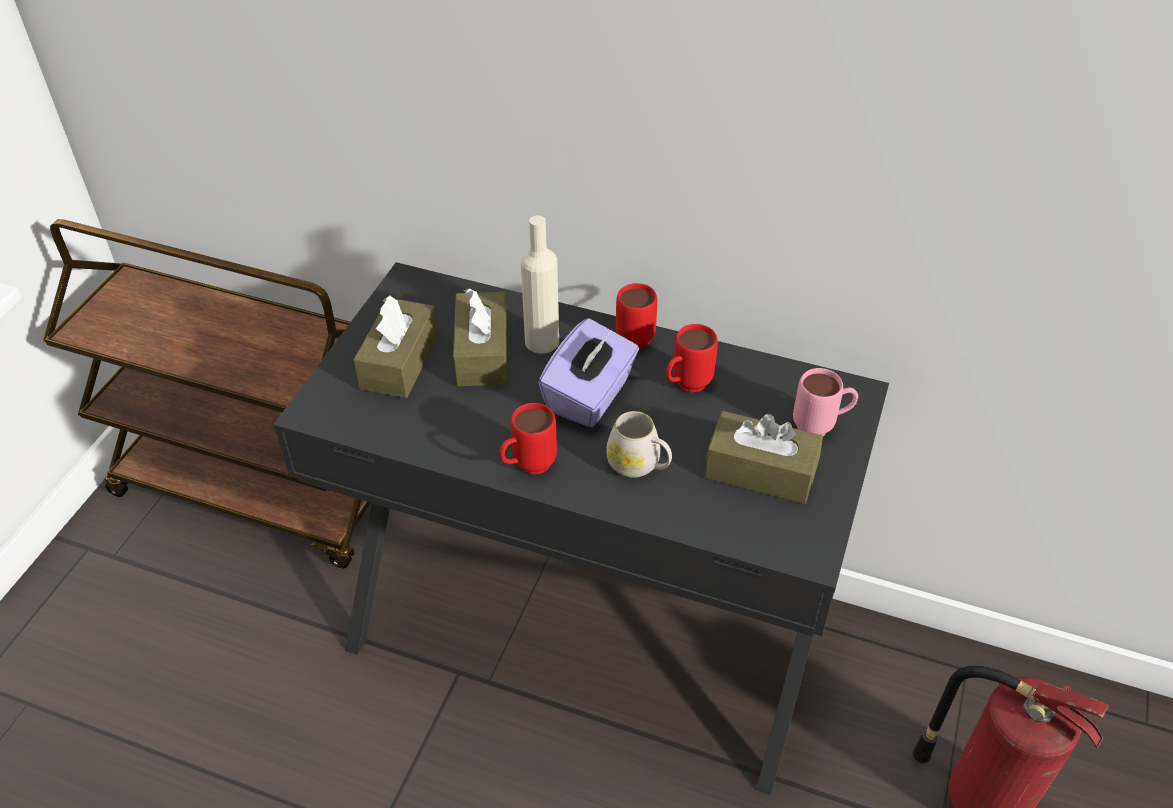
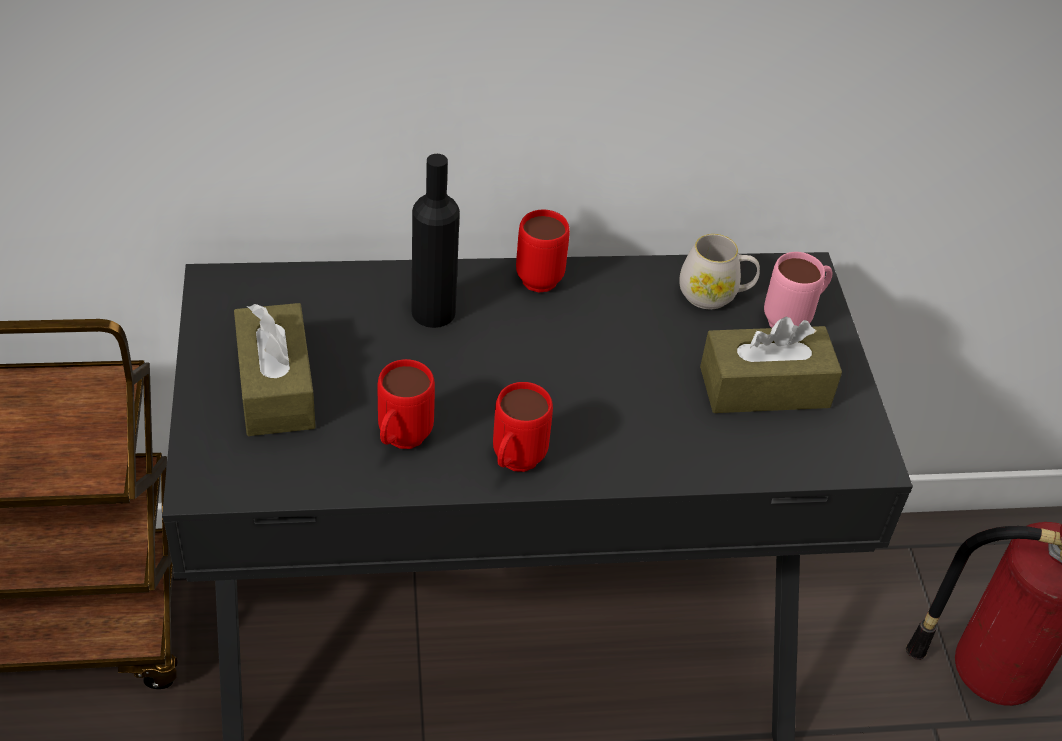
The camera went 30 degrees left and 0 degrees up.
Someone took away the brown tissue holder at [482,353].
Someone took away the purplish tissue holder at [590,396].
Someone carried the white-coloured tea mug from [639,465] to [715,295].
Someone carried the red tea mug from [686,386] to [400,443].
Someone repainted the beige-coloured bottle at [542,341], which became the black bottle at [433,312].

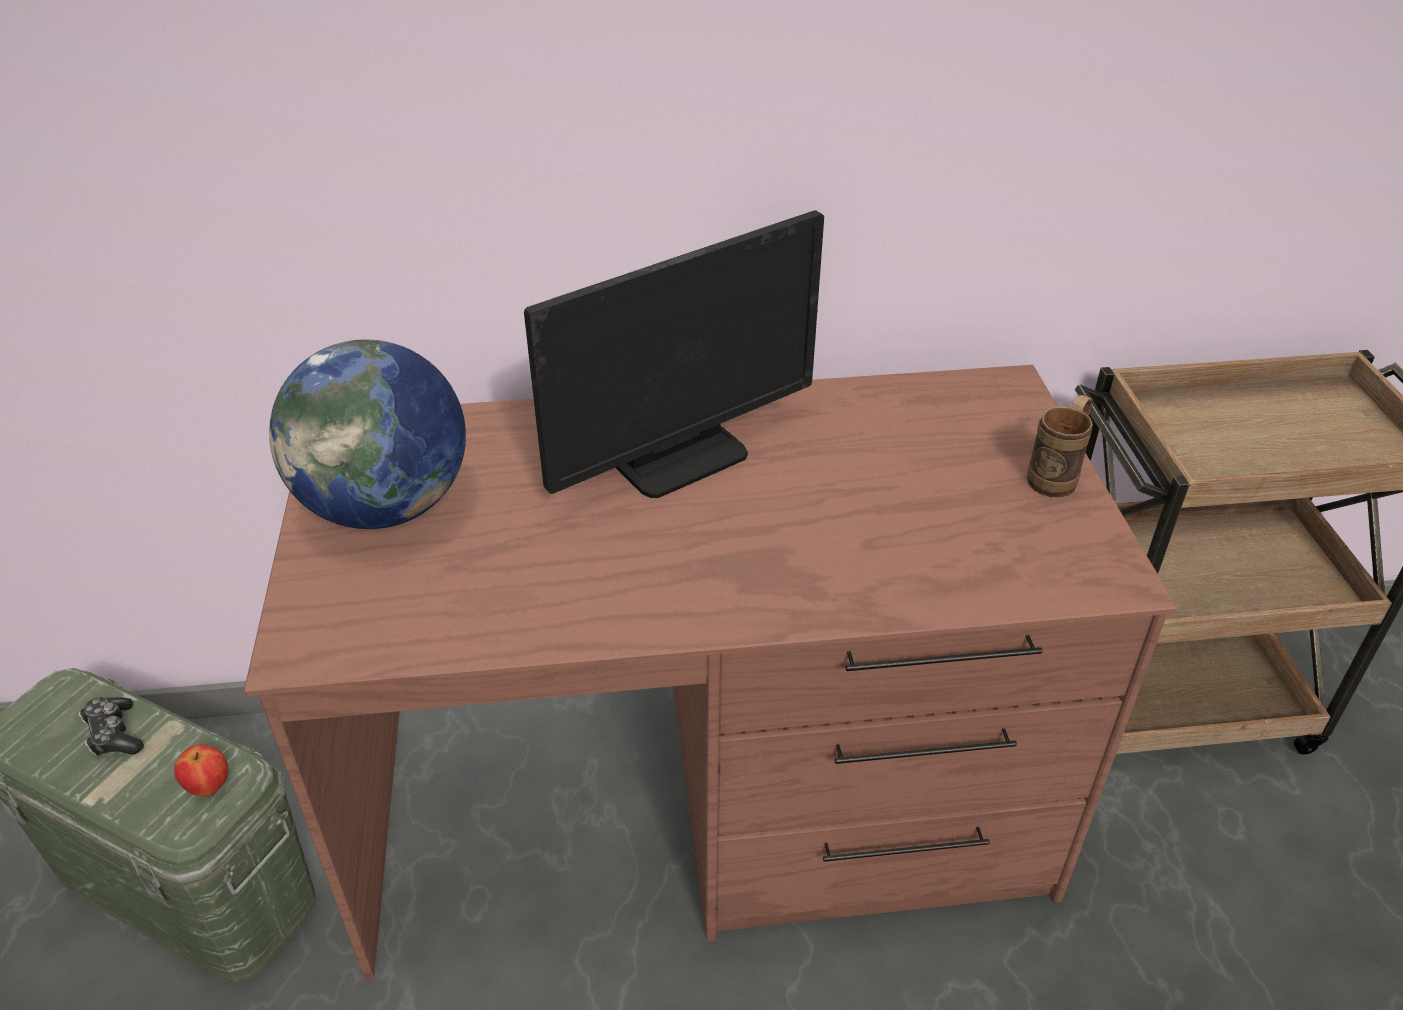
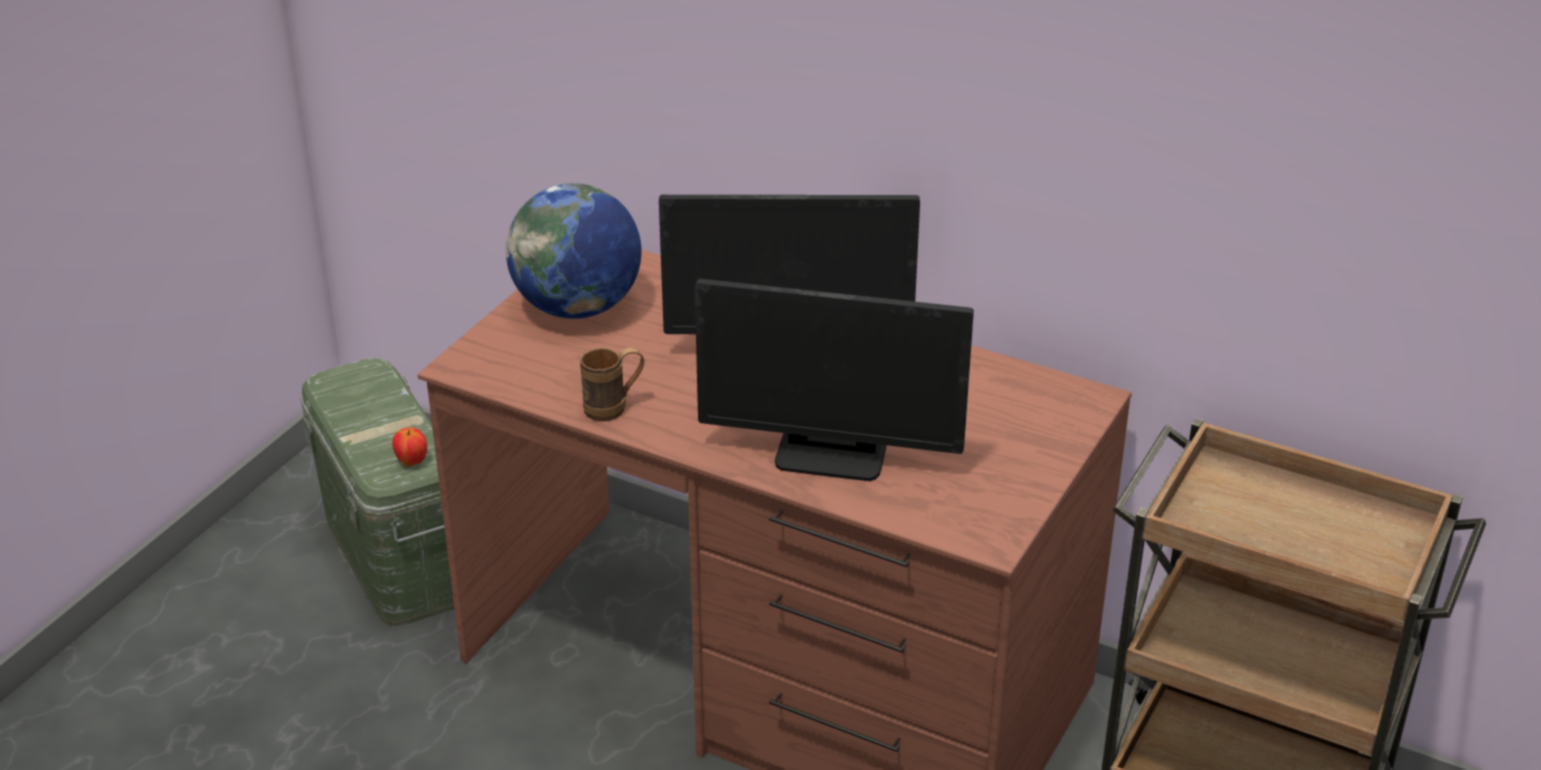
The camera went 35 degrees right and 5 degrees down.
Someone took away the game controller at [114,734].
Someone put down the computer display at [831,455].
Someone carried the brown tea mug from [1057,475] to [614,408].

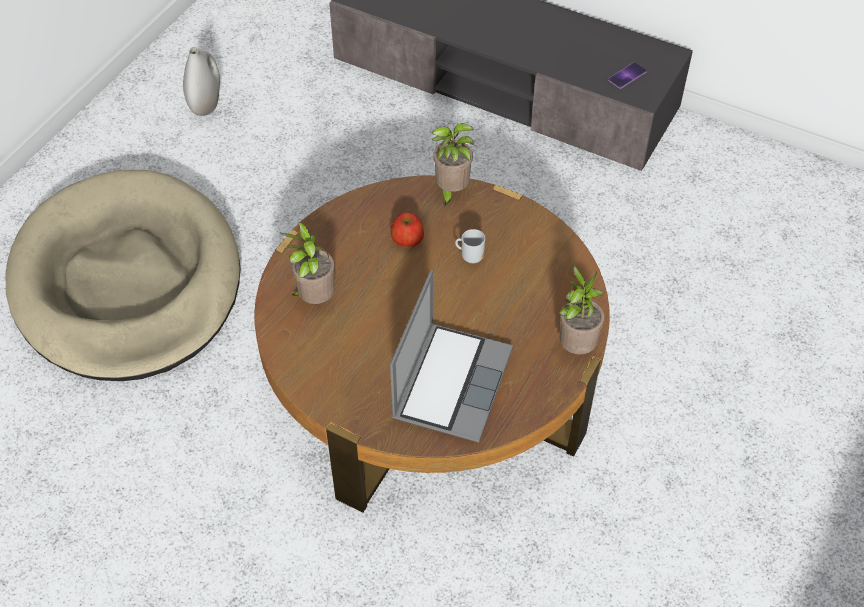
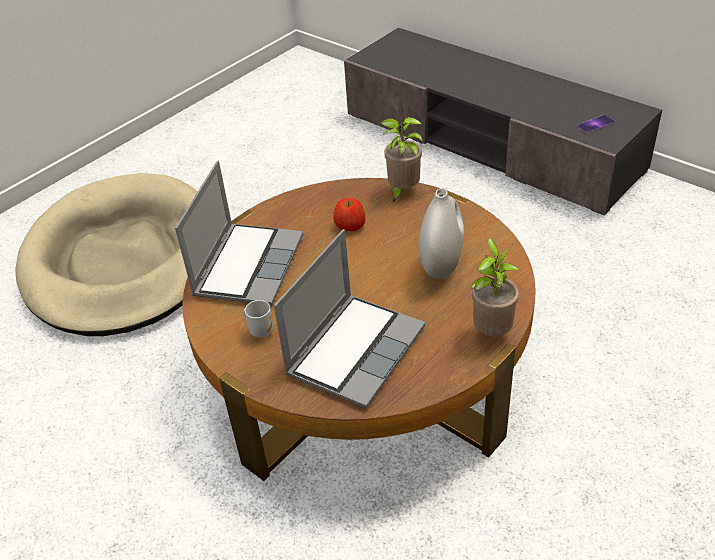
The camera went 15 degrees right and 10 degrees down.
Someone carried the white-coloured vase from [206,104] to [441,264].
Someone carried the tea mug from [471,257] to [261,331].
Someone swapped the potted plant at [314,299] for the notebook computer at [248,265].

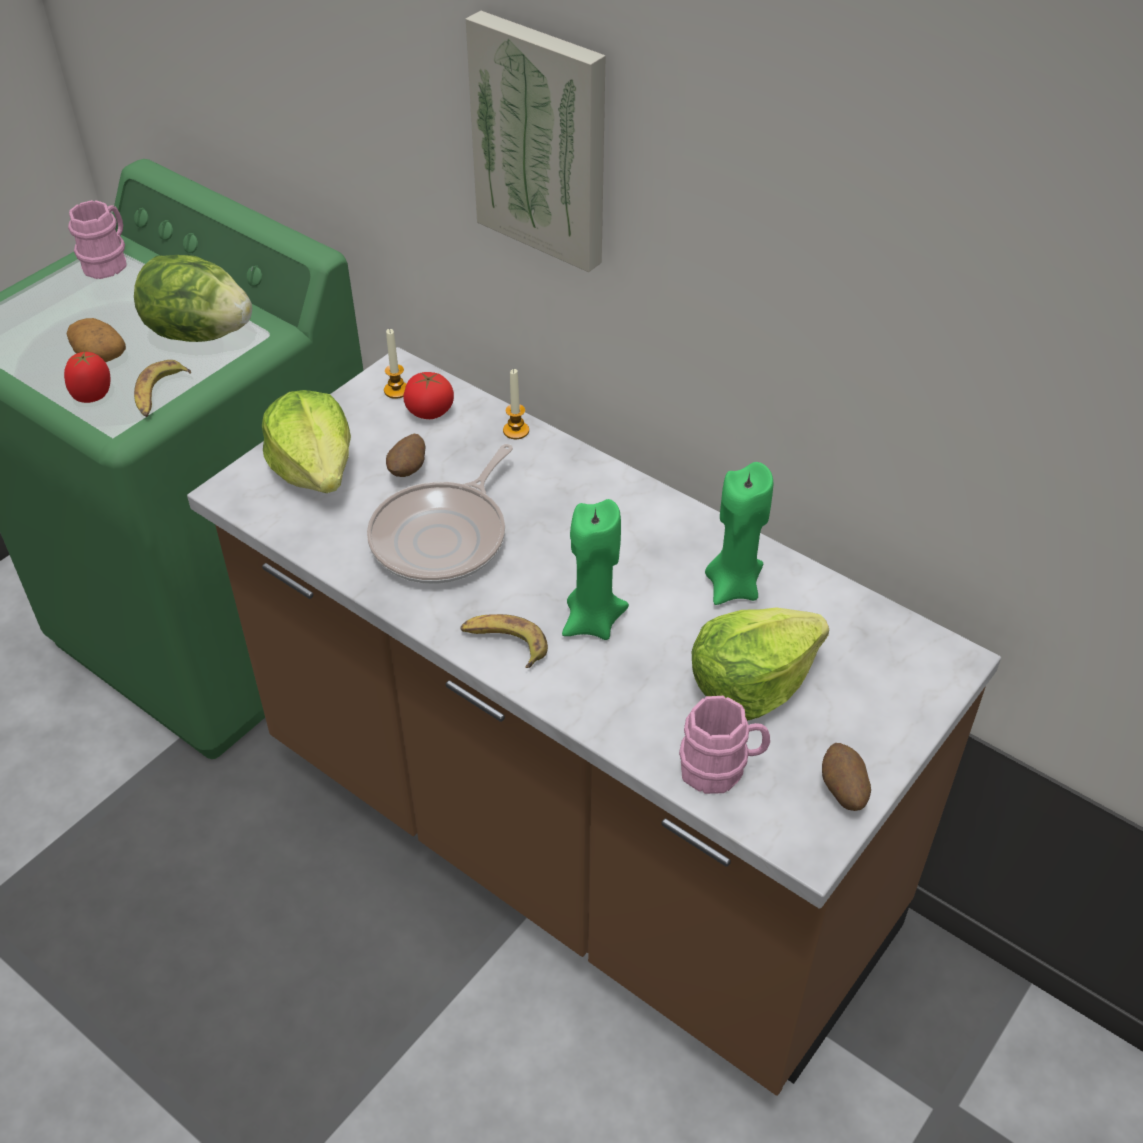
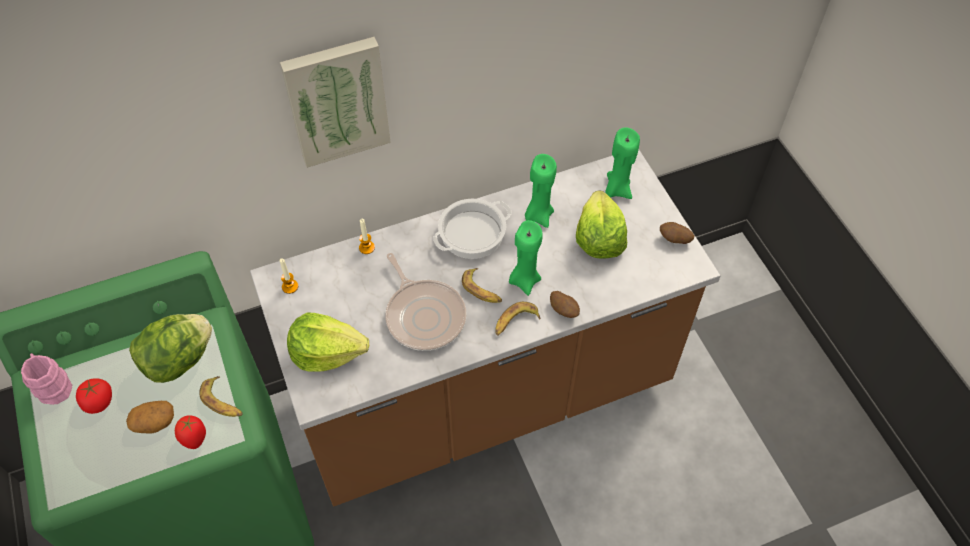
The camera went 60 degrees left and 10 degrees up.
Someone took away the pink-coloured tea mug at [721,768].
Someone put down the cooking pot at [472,234].
Someone put down the banana at [482,290].
Someone put down the green candle at [617,189].
Someone carried the potato from [408,470] to [564,310].
Someone carried the fresh tomato from [429,411] to [99,402].

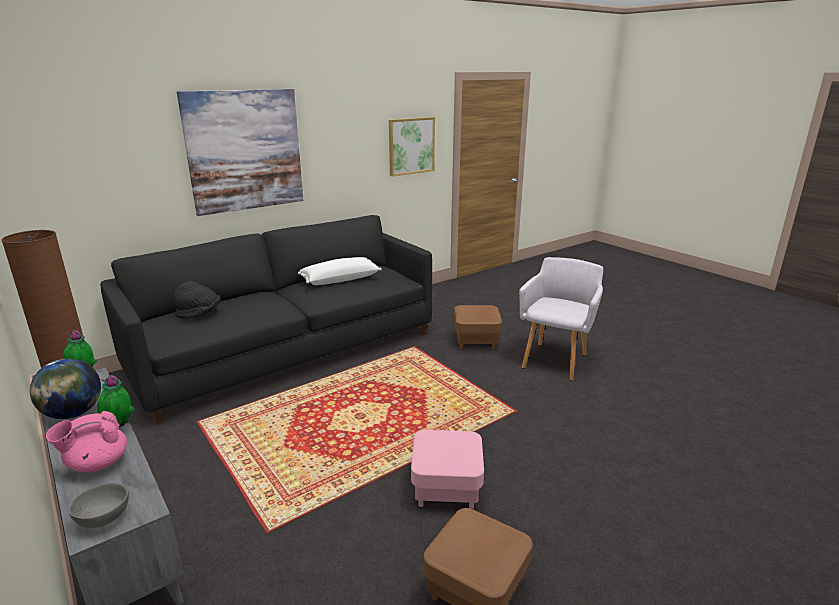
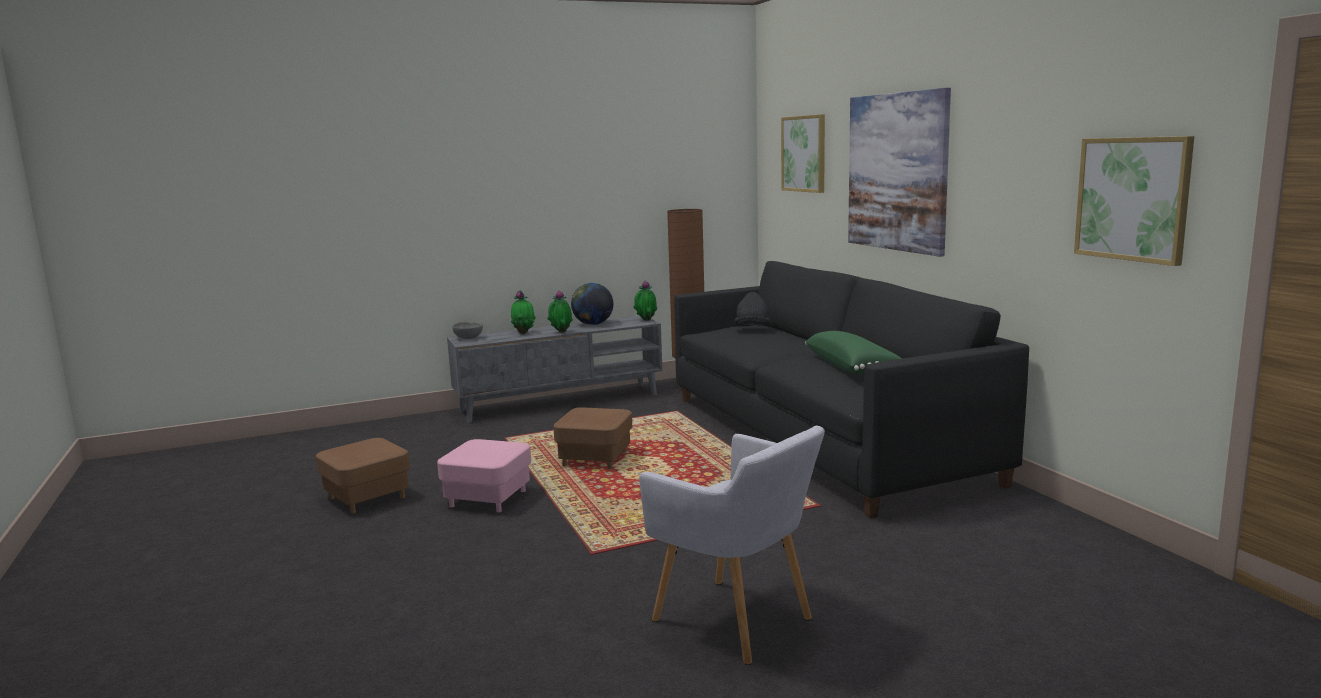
The camera went 105 degrees right and 10 degrees down.
Someone put up the wall art at [804,153].
Someone carried the brown ottoman from [476,340] to [595,459].
Someone swapped the pink-coloured teapot at [97,464] for the potted plant at [524,333].
Someone repainted the white-coloured throw pillow at [340,279], which became the green throw pillow at [852,367].

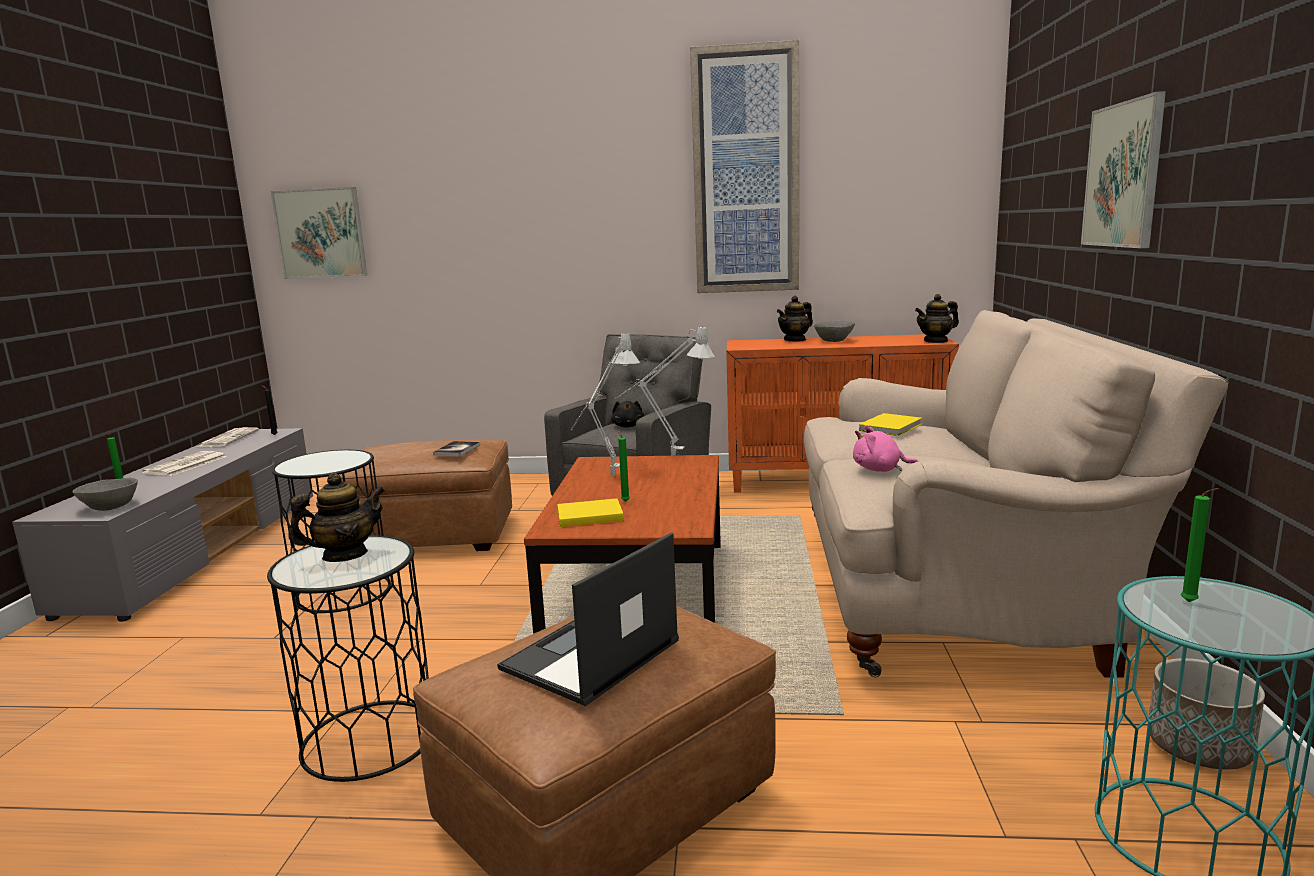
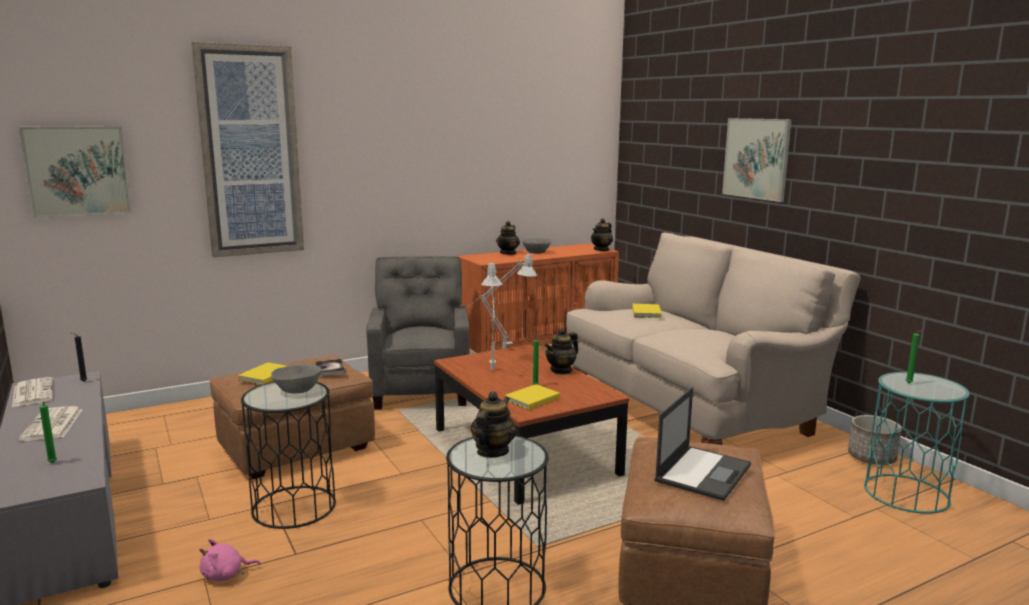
The camera went 35 degrees left and 0 degrees up.
Someone took away the black cuddly toy at [628,426].
Someone put down the yellowish volume at [264,376].
Someone put down the teapot at [561,370].
Someone carried the greyish deep dish from [111,507] to [298,390].
Someone carried the wall art from [746,172] to [250,152].
Someone carried the pink-coloured cuddly toy from [880,470] to [226,575].
Someone rotated the notebook computer at [590,656] by 150 degrees counterclockwise.

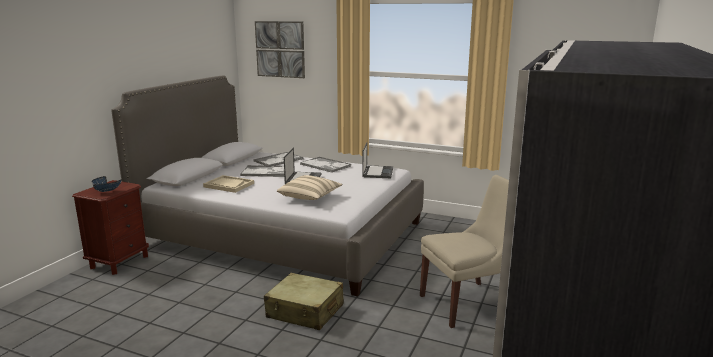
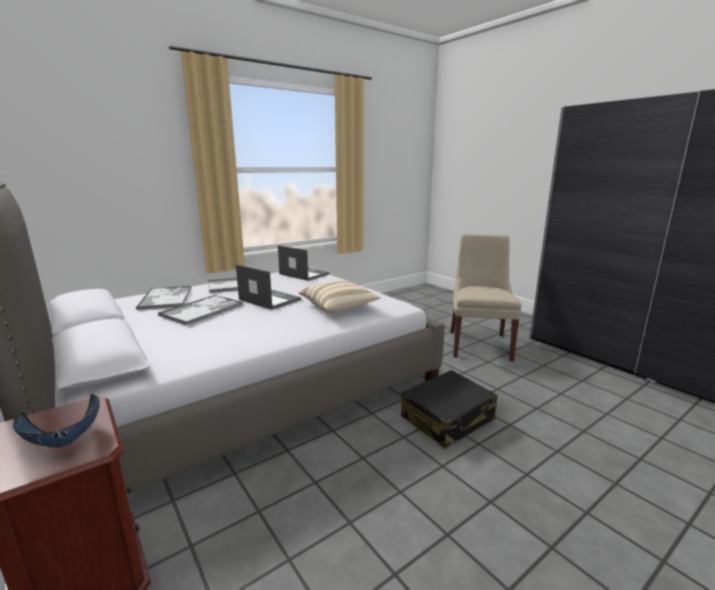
The camera went 60 degrees left and 0 degrees up.
Someone took away the beige-coloured carrying tray at [228,185].
Someone took away the wall art at [280,49].
Someone repainted the beige-coloured travel case at [305,311], which became the black travel case at [447,419].

